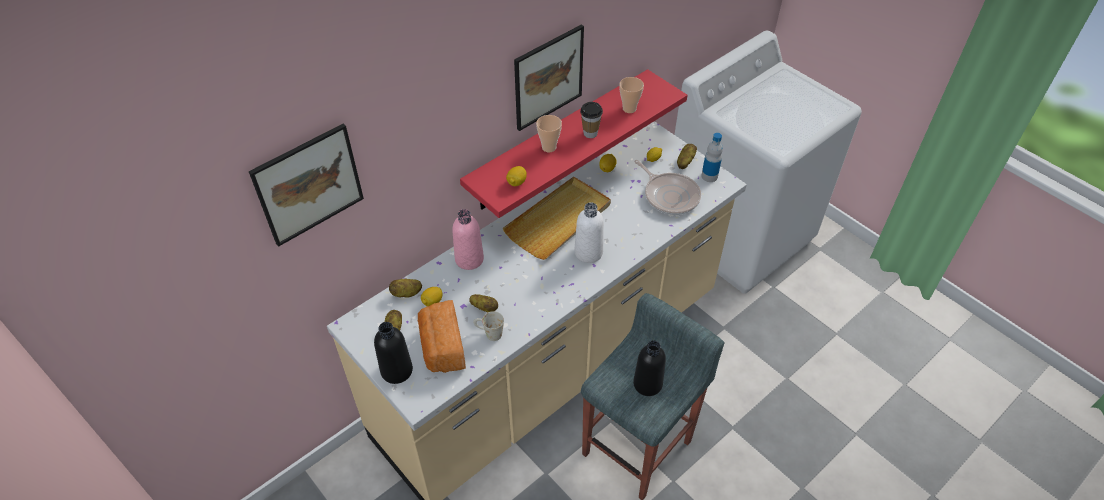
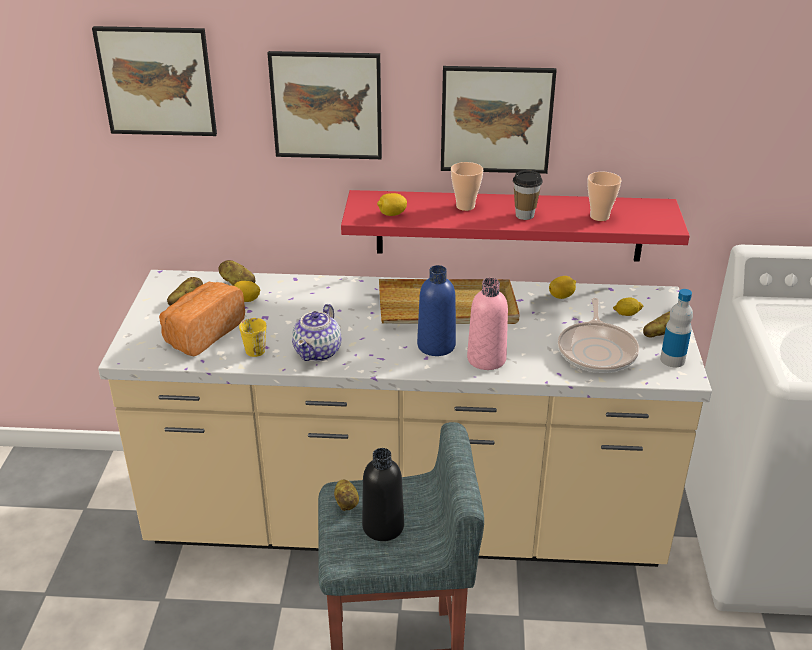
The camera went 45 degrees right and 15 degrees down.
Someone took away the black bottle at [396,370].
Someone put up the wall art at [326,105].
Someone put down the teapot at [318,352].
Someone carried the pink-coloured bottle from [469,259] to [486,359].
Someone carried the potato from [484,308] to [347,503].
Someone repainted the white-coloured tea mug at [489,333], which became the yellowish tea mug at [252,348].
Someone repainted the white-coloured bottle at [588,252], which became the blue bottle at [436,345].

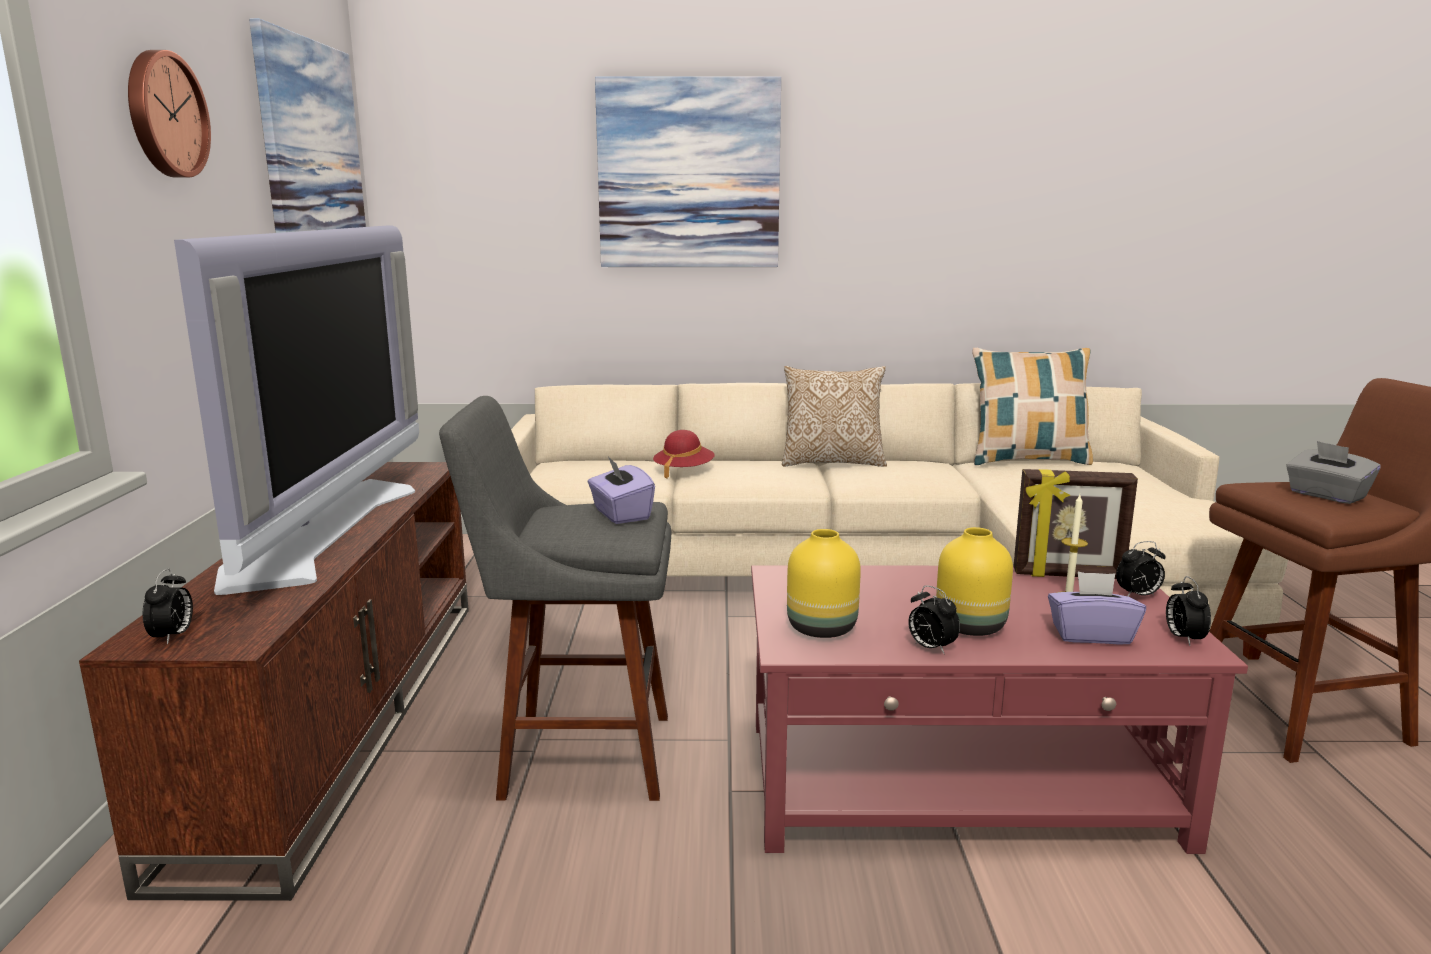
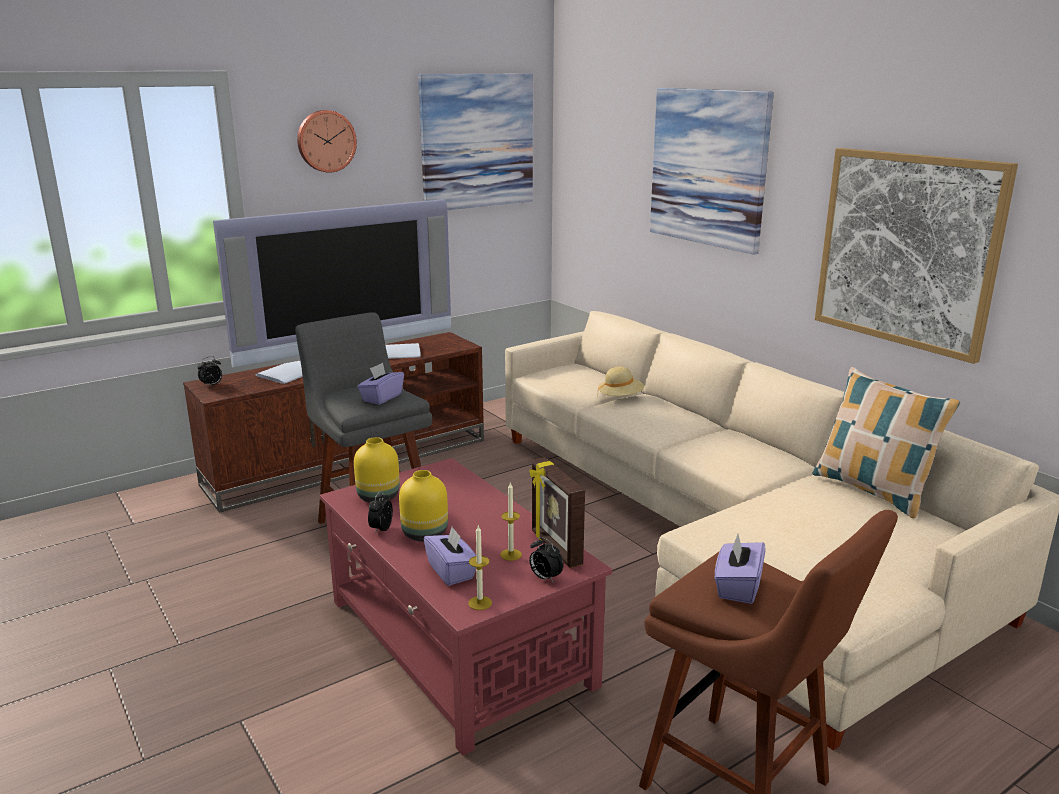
The camera went 55 degrees right and 5 degrees up.
Someone took away the throw pillow at [832,462].
Someone put up the wall art at [907,250].
Someone swapped the bedside clock at [1183,638] for the candle at [480,603].
Someone repainted the red clothing hat at [683,471], which became the beige-coloured clothing hat at [620,398].
Someone repainted the greyish tissue holder at [1326,495], which became the purplish tissue holder at [737,587].

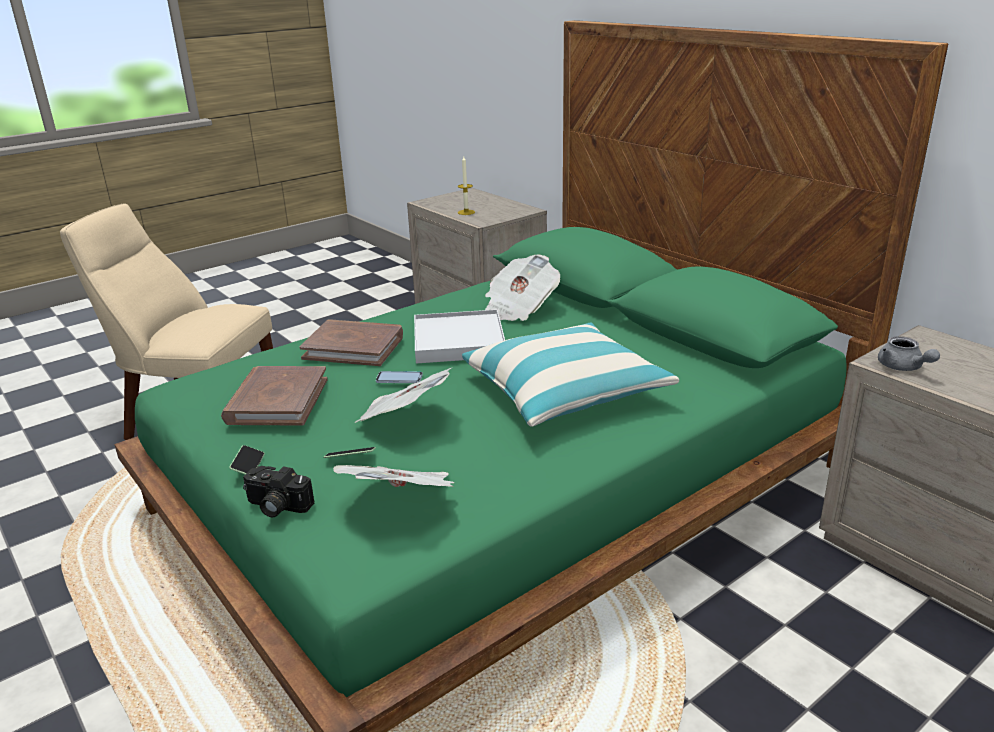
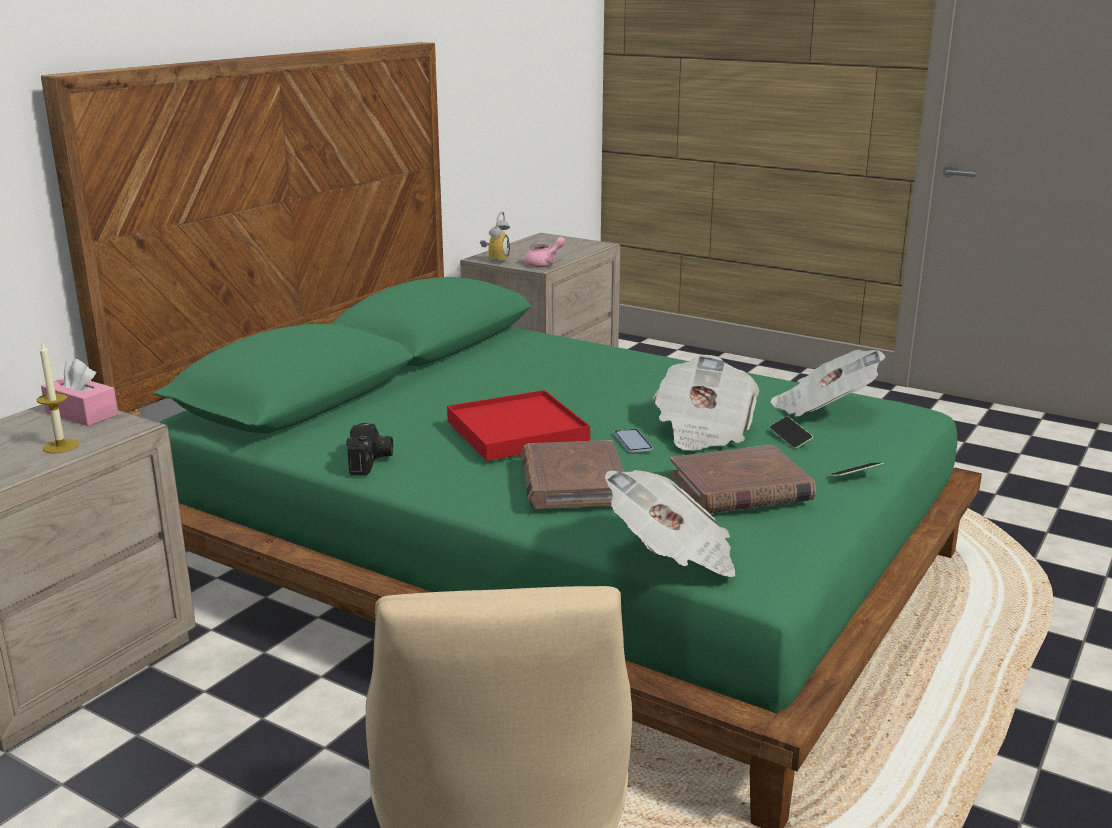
The camera went 110 degrees left and 5 degrees down.
Someone took away the throw pillow at [564,392].
Someone put down the pink-coloured tissue holder at [82,414].
Someone put down the bedside clock at [495,259].
Someone carried the still camera from [276,506] to [371,462].
Someone carried the daily paper from [518,309] to [672,555].
Someone repainted the white-coloured carrying tray at [458,341], which became the red carrying tray at [517,431].
Someone repainted the greyish teapot at [903,368], which became the pink-coloured teapot at [544,264].

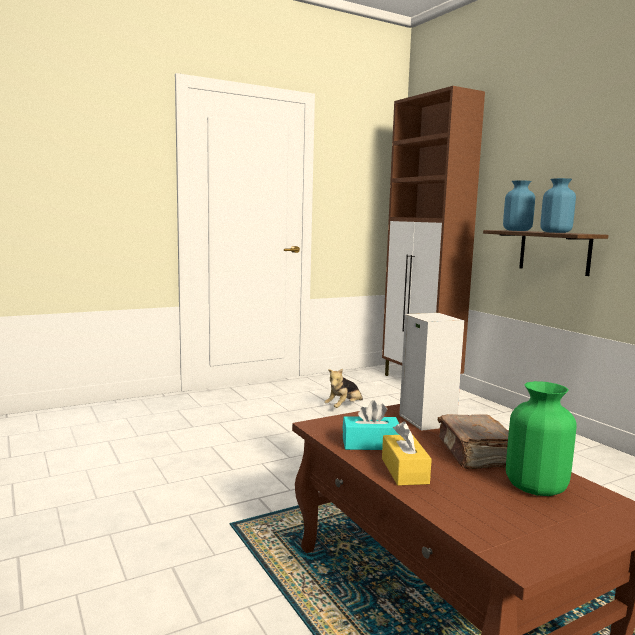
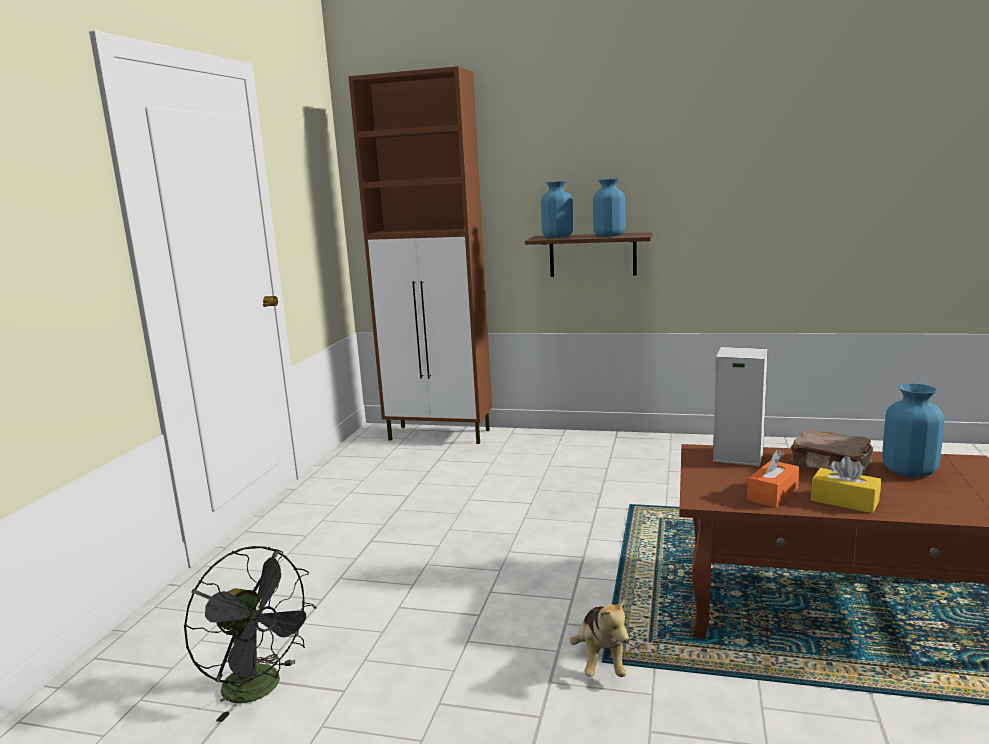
The camera went 45 degrees left and 5 degrees up.
Someone put down the black cooling fan at [261,689].
Someone carried the cuddly toy from [344,407] to [600,661].
Someone repainted the turquoise-coloured tissue holder at [370,444], which became the orange-coloured tissue holder at [772,494].
Someone repainted the green vase at [536,487], which became the blue vase at [909,471].

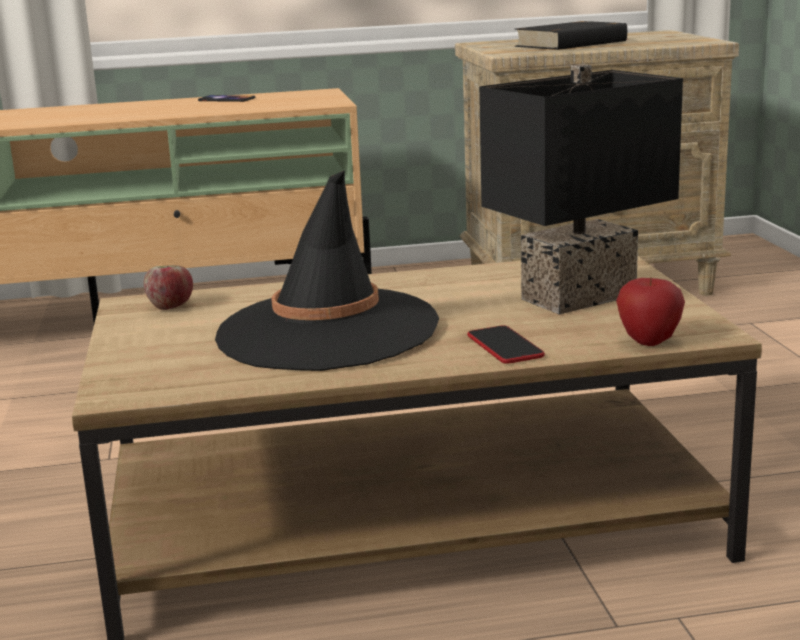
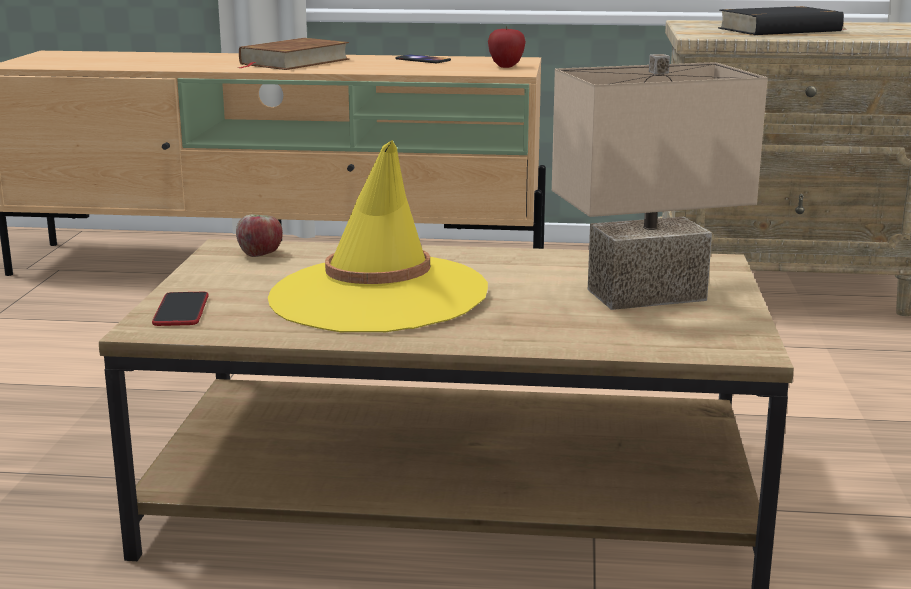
The camera went 15 degrees right and 0 degrees up.
Someone put down the brown volume at [294,62].
Someone carried the handset from [505,346] to [181,311].
Someone carried the apple fruit from [649,341] to [506,66].
Someone repainted the black clothing hat at [327,330], which became the yellowish clothing hat at [378,295].
Someone repainted the black lamp for a table at [576,295], which became the beige-coloured lamp for a table at [645,293].

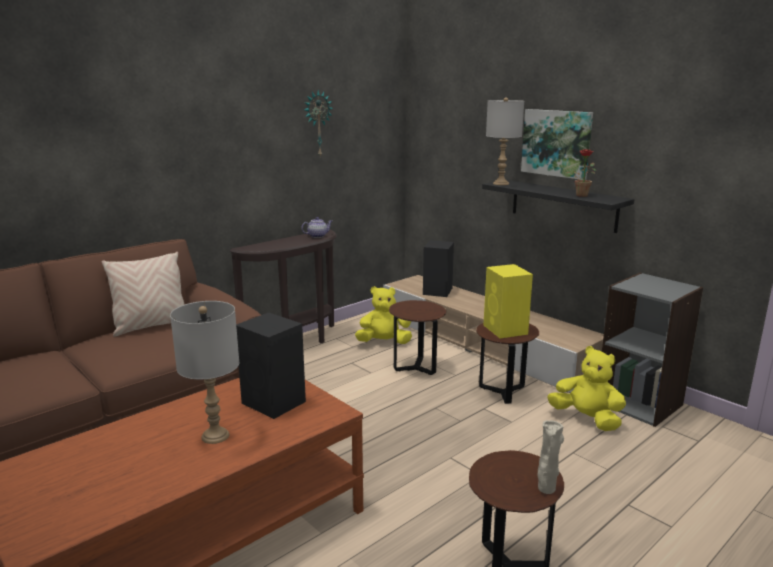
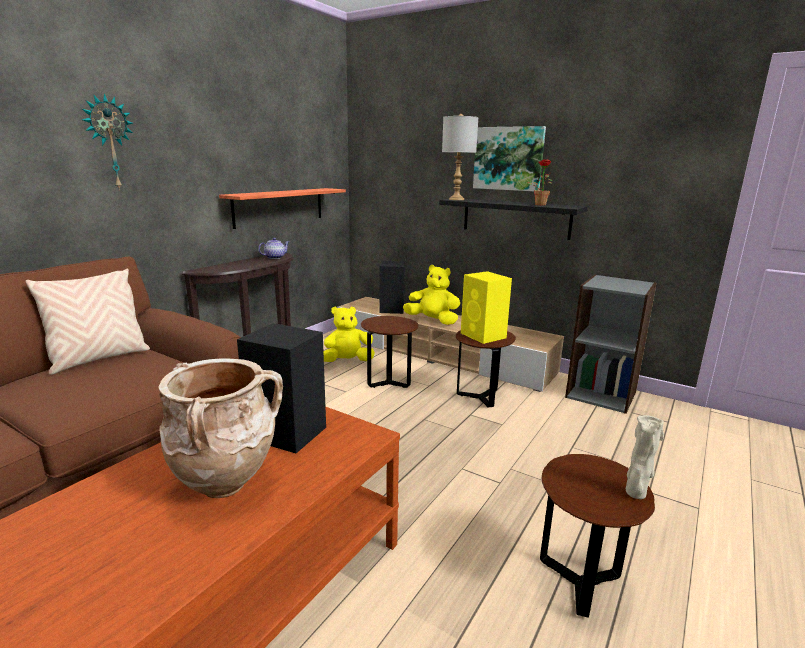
The camera went 15 degrees left and 0 degrees up.
Someone put up the wall shelf at [279,207].
Someone carried the clock on the wall from [317,124] to [109,143].
Someone carried the yellowish cuddly toy from [586,419] to [433,321].
Someone swapped the greyish lamp for a table at [215,436] for the beige-coloured vase at [227,487].

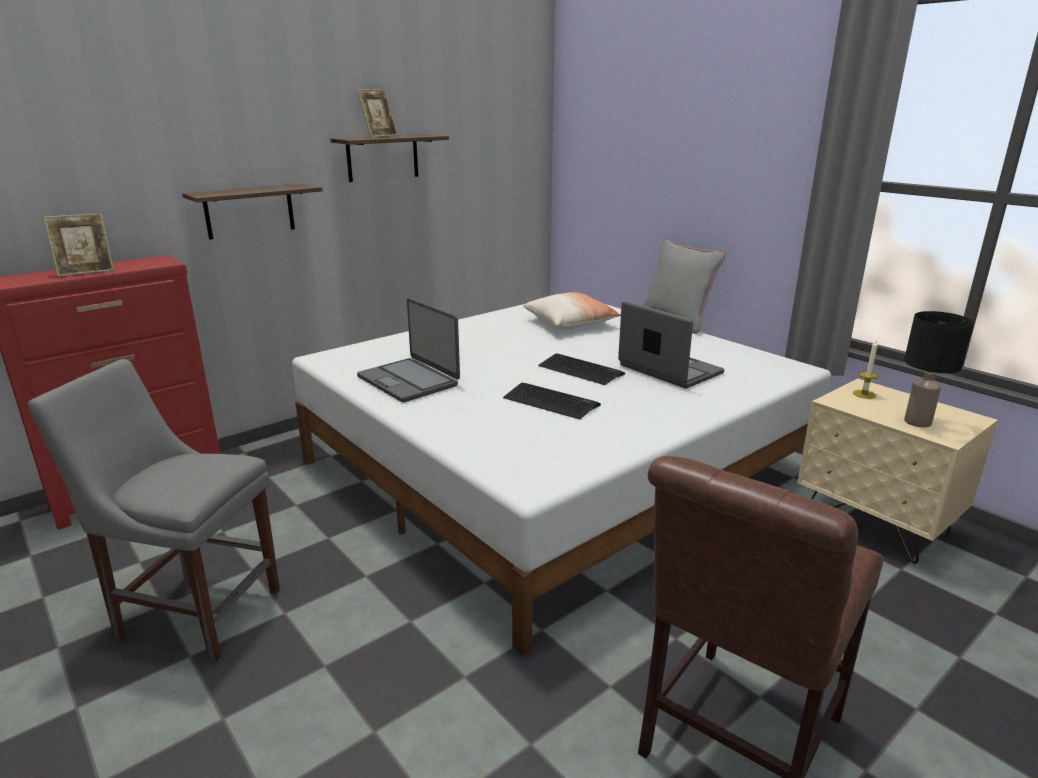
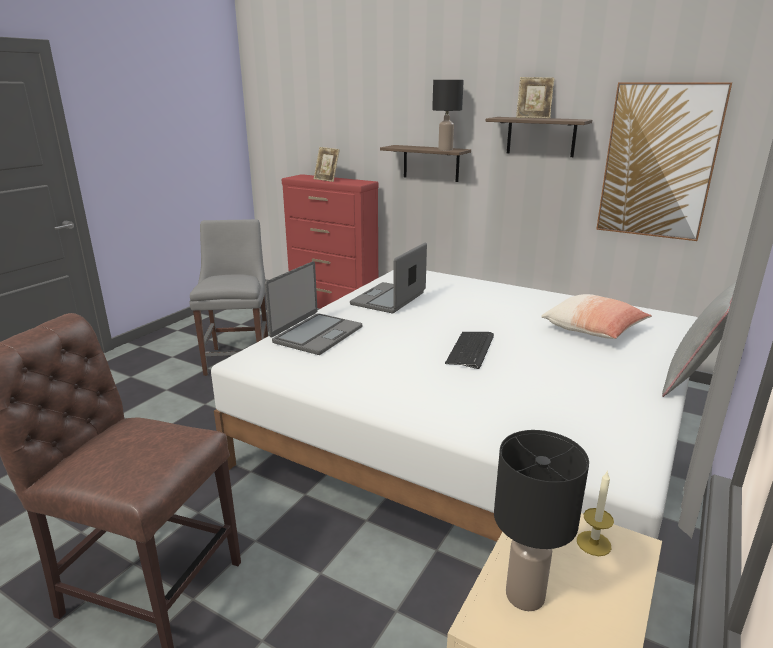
The camera went 70 degrees right and 0 degrees up.
Someone took away the keyboard at [550,402].
Someone put down the black lamp for a table at [445,149].
Someone put up the wall art at [658,162].
Someone carried the notebook computer from [669,370] to [316,334].

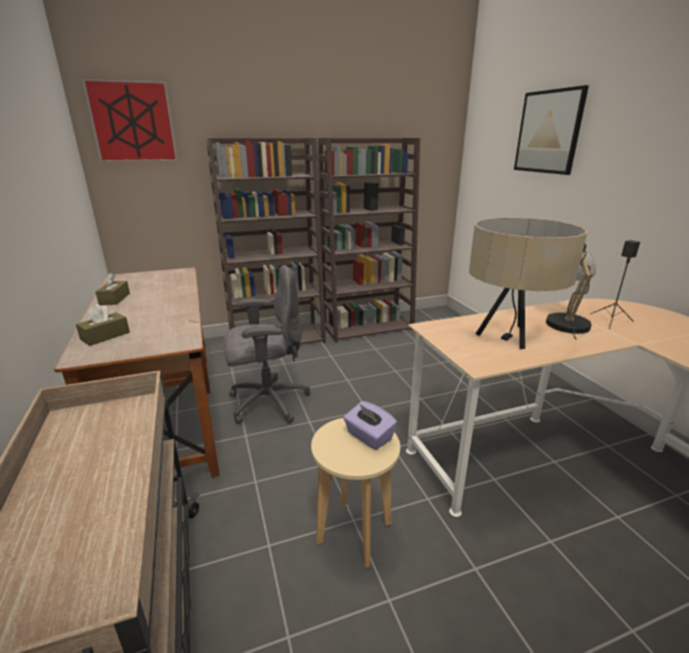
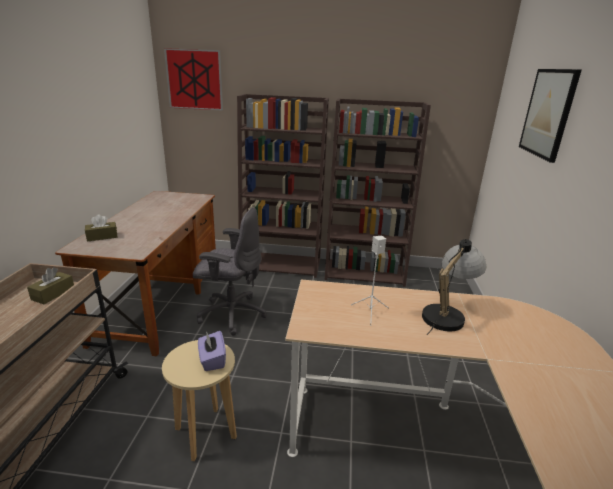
The camera went 25 degrees right and 0 degrees up.
Someone took away the black loudspeaker at [611,321].
Someone carried the brown tissue holder from [114,299] to [53,294].
Someone swapped the beige-coloured lamp for a table at [509,335] for the white-coloured loudspeaker at [370,312].

